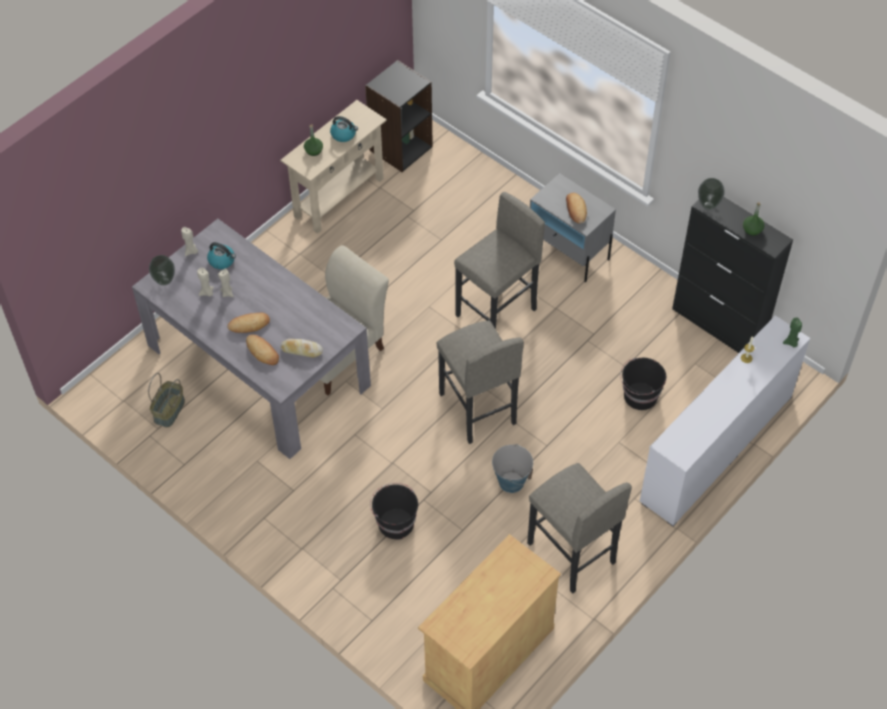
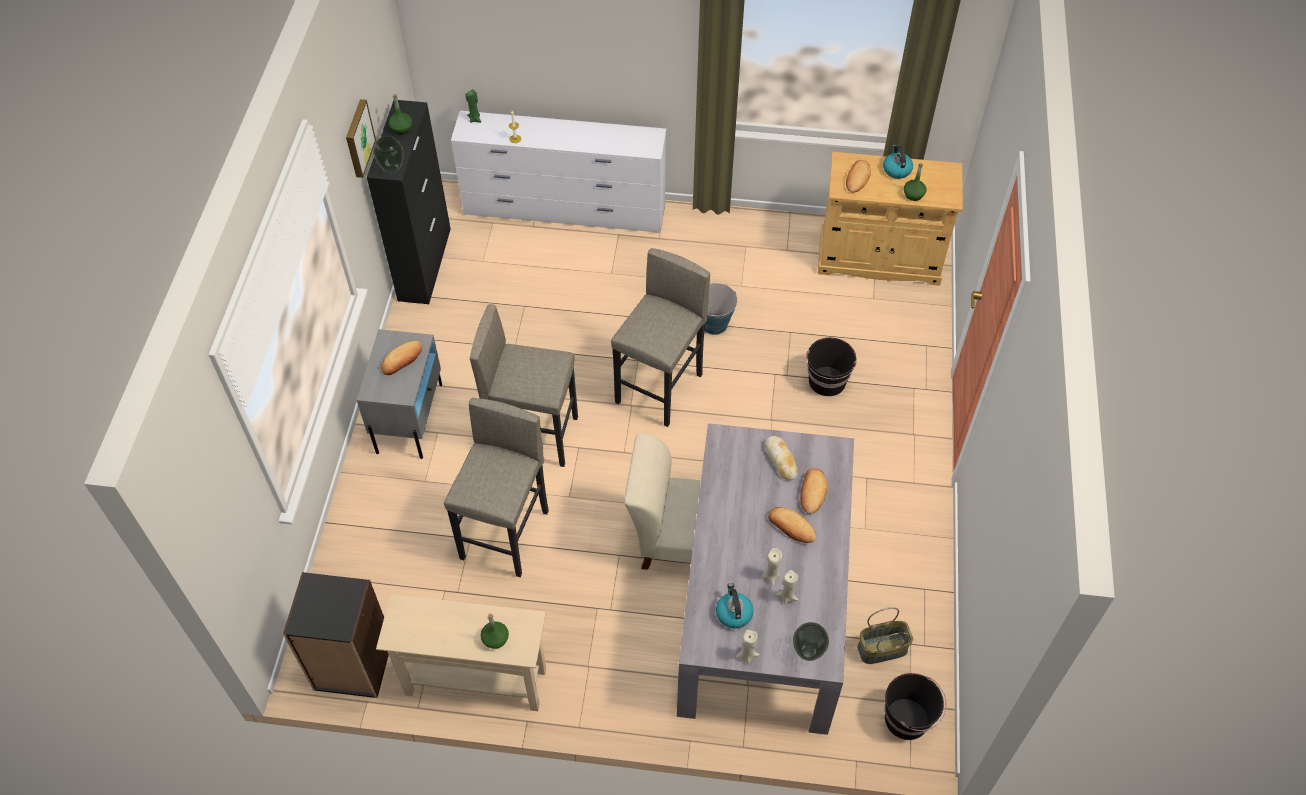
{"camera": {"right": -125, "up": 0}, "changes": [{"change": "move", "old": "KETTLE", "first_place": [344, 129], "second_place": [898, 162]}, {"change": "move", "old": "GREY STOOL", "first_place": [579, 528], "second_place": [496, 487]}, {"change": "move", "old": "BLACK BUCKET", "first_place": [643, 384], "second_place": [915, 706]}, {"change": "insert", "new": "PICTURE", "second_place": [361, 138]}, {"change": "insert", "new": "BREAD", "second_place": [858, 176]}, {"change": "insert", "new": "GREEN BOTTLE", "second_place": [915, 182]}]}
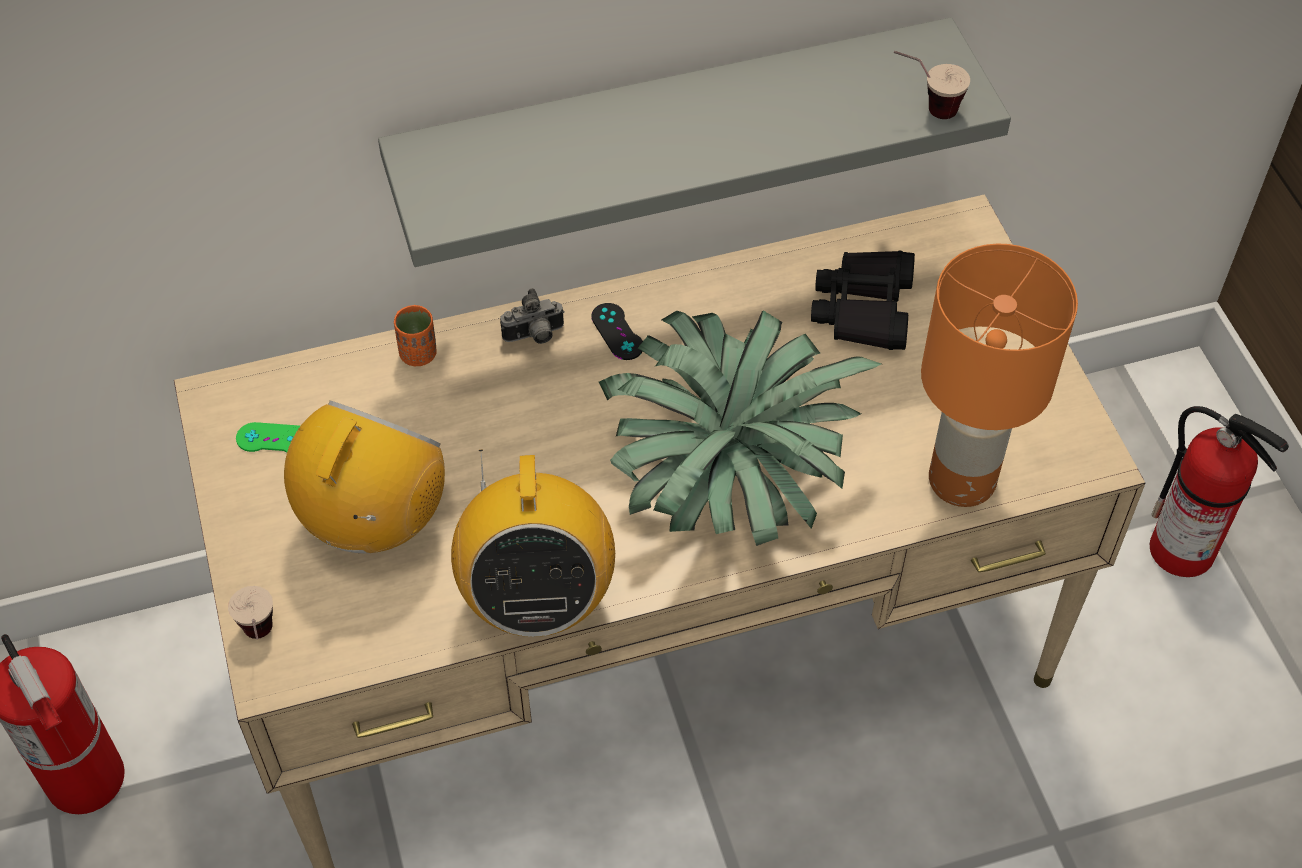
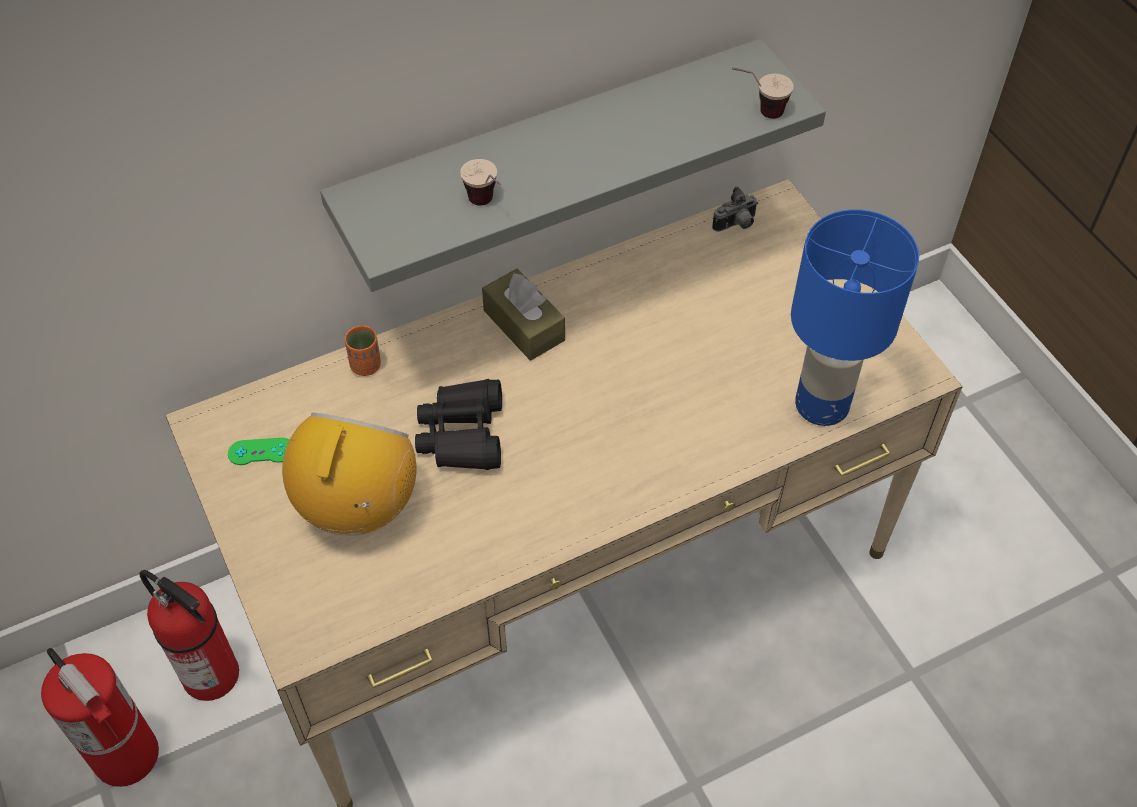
{"camera": {"right": -10, "up": 0}, "changes": [{"change": "move", "old": "CUP", "first_place": [250, 612], "second_place": [480, 182]}, {"change": "delete", "old": "RADIO", "first_place": [533, 543]}, {"change": "move", "old": "PHOTO CAMERA", "first_place": [532, 316], "second_place": [735, 209]}, {"change": "replace", "old": "BLACK GAME CONTROLLER", "new": "BROWN TISSUE BOX", "first_place": [617, 331], "second_place": [523, 315]}, {"change": "delete", "old": "POTTED PLANT", "first_place": [740, 428]}, {"change": "move", "old": "BLACK BINOCULARS", "first_place": [863, 300], "second_place": [458, 424]}, {"change": "recolor", "old": "ORANGE TABLE LAMP", "new": "BLUE TABLE LAMP", "first_place": [999, 375], "second_place": [855, 317]}, {"change": "move", "old": "FIRE EXTINGUISHER", "first_place": [1219, 491], "second_place": [189, 635]}]}
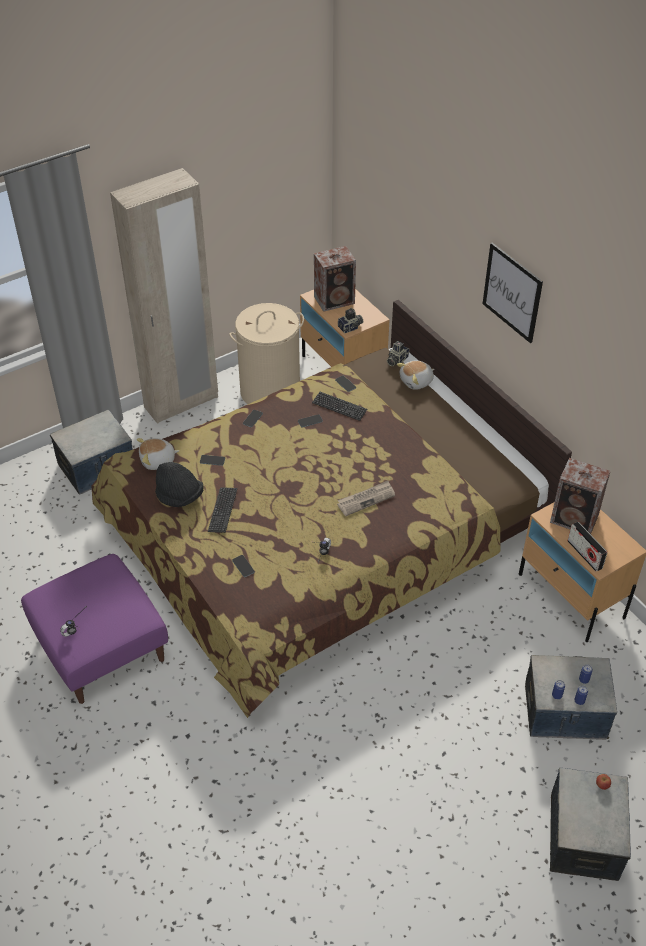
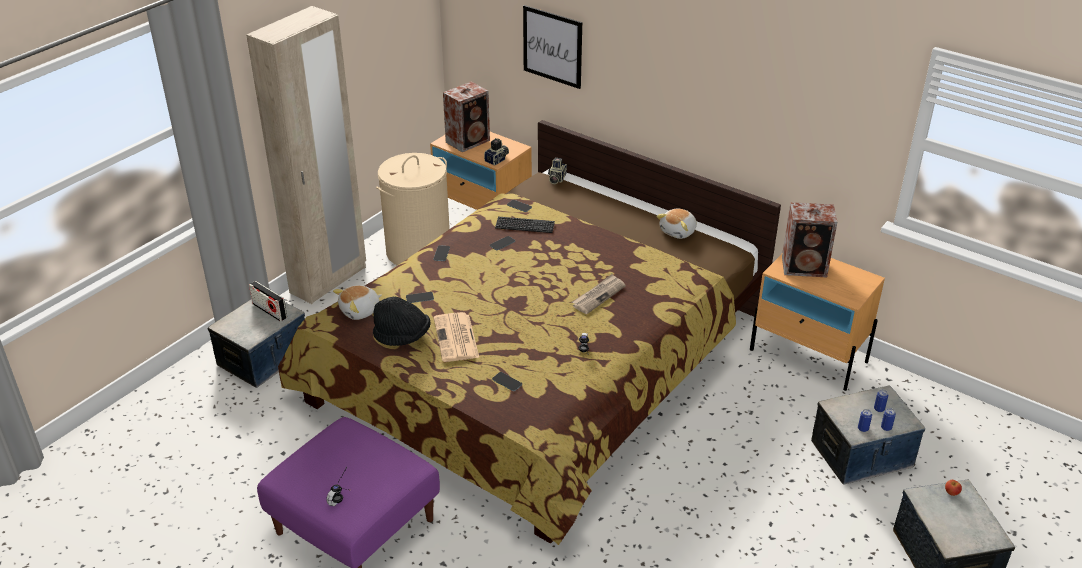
{"camera": {"right": -20, "up": -10}, "changes": [{"change": "replace", "old": "KEYBOARD", "new": "NEWSPAPER", "first_place": [223, 510], "second_place": [456, 337]}, {"change": "move", "old": "PLUSH TOY", "first_place": [415, 375], "second_place": [676, 223]}, {"change": "move", "old": "PICTURE", "first_place": [513, 293], "second_place": [552, 47]}, {"change": "move", "old": "RADIO", "first_place": [587, 546], "second_place": [268, 301]}]}
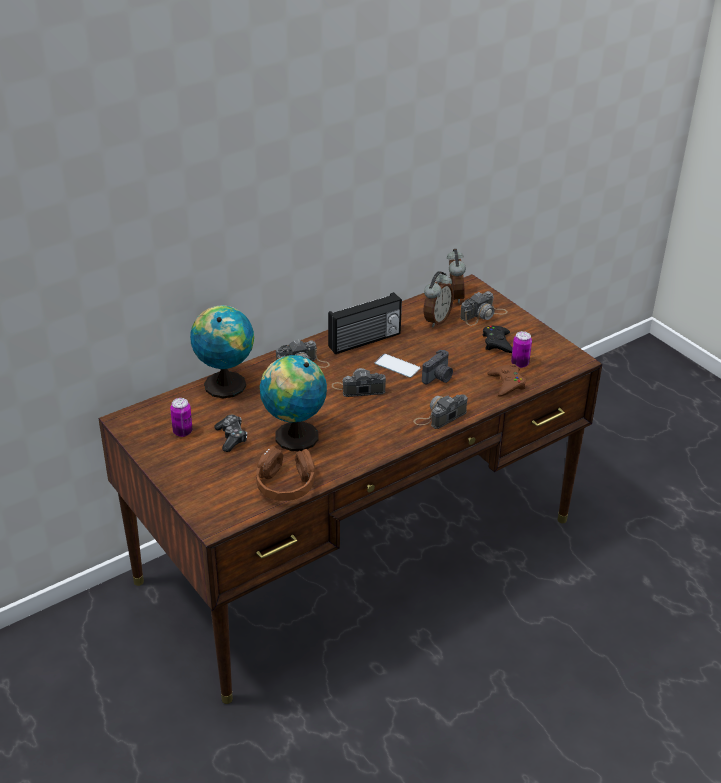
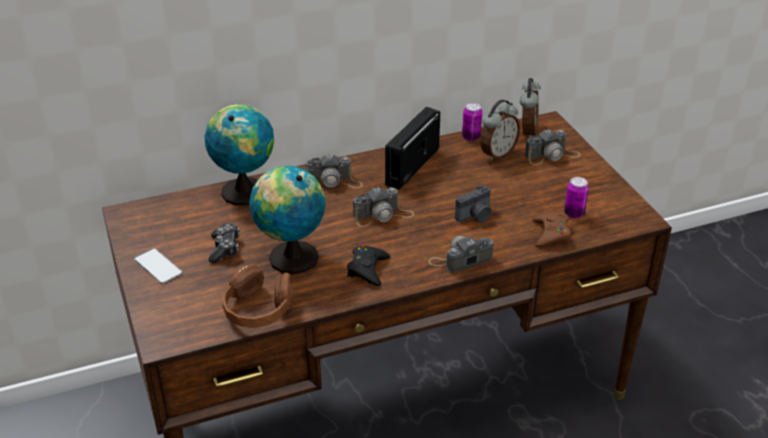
{"camera": {"right": 15, "up": 0}, "changes": [{"change": "move", "old": "CAN", "first_place": [181, 417], "second_place": [472, 122]}, {"change": "rotate", "old": "RADIO", "first_place": [365, 323], "second_place": [412, 148], "degrees": 135}, {"change": "rotate", "old": "PHOTO CAMERA", "first_place": [359, 382], "second_place": [383, 207], "degrees": 150}, {"change": "move", "old": "PHONE", "first_place": [398, 366], "second_place": [158, 265]}, {"change": "move", "old": "BLACK GAME CONTROLLER", "first_place": [498, 339], "second_place": [368, 266]}]}
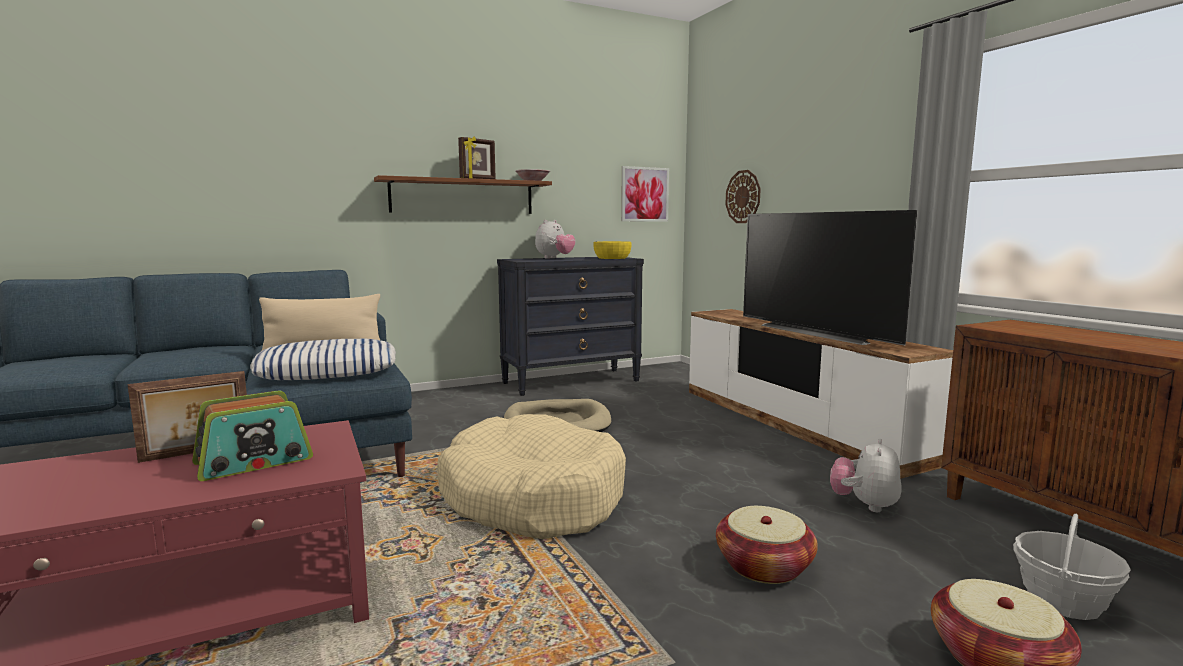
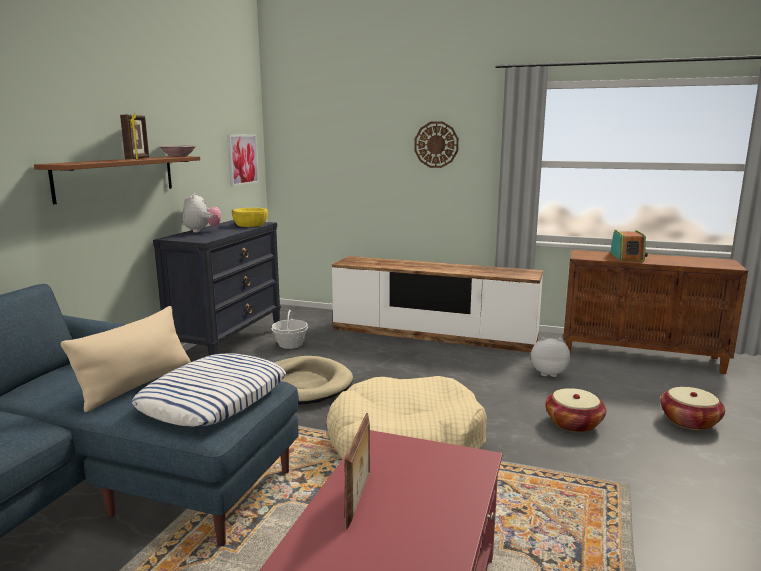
{"camera": {"right": -45, "up": 5}, "changes": [{"change": "move", "old": "RADIO", "first_place": [252, 435], "second_place": [629, 246]}, {"change": "move", "old": "WALL CLOCK", "first_place": [743, 196], "second_place": [436, 144]}, {"change": "delete", "old": "TELEVISION", "first_place": [830, 278]}, {"change": "rotate", "old": "PLUSH TOY", "first_place": [866, 475], "second_place": [550, 357], "degrees": 120}, {"change": "move", "old": "BASKET", "first_place": [1072, 567], "second_place": [290, 329]}]}
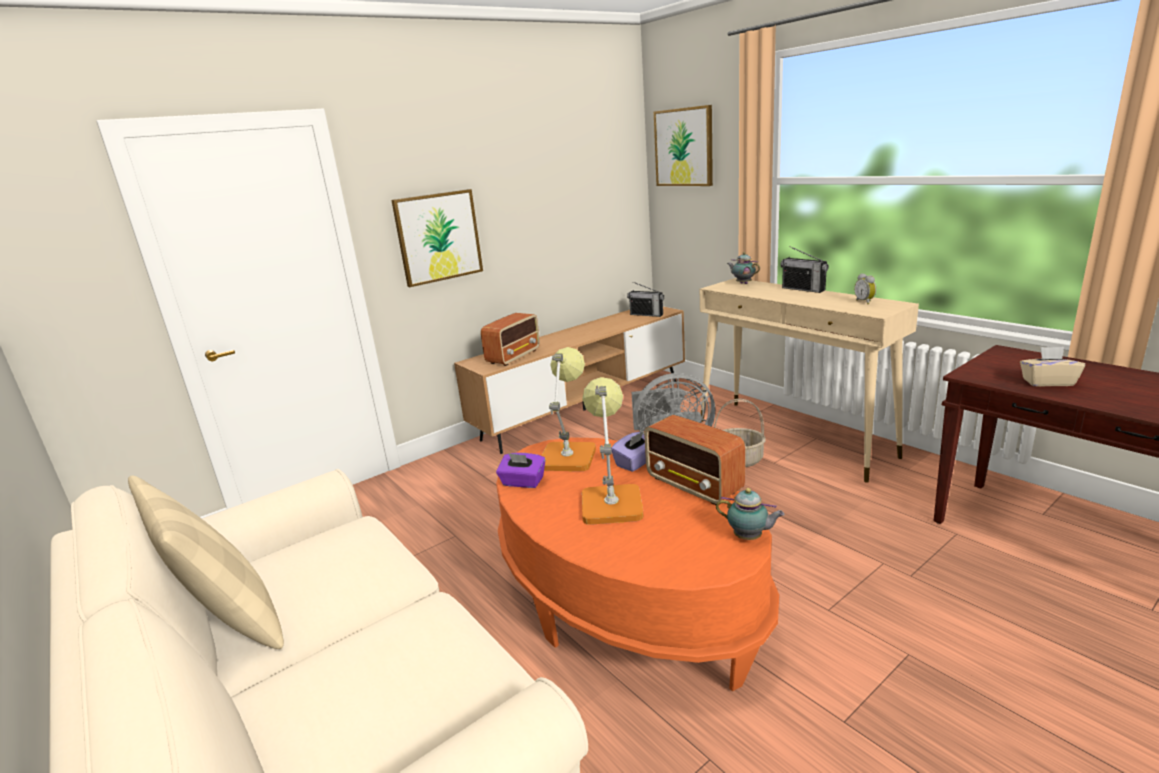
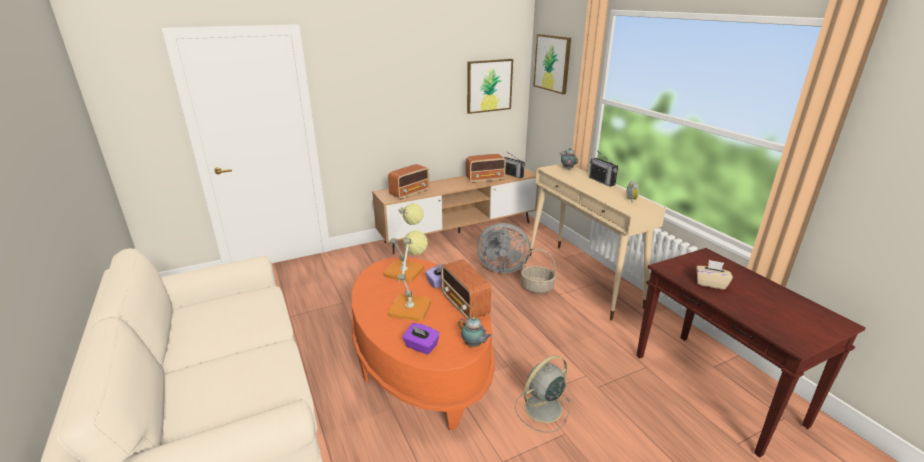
{"camera": {"right": 10, "up": 5}, "changes": [{"change": "delete", "old": "BEIGE PILLOW", "first_place": [206, 562]}, {"change": "move", "old": "PICTURE", "first_place": [437, 238], "second_place": [490, 86]}, {"change": "move", "old": "PURPLE TISSUE BOX", "first_place": [520, 470], "second_place": [421, 339]}, {"change": "insert", "new": "RADIO", "second_place": [486, 168]}, {"change": "insert", "new": "GREY FAN", "second_place": [543, 394]}]}
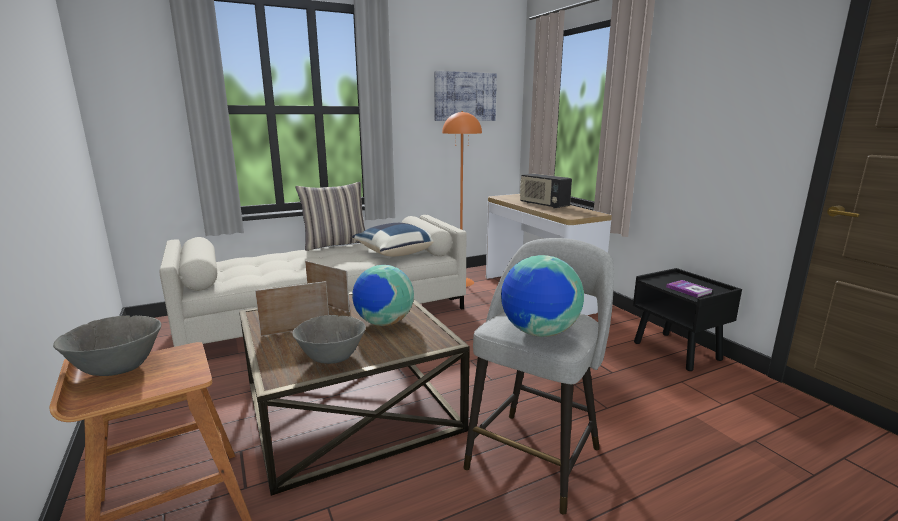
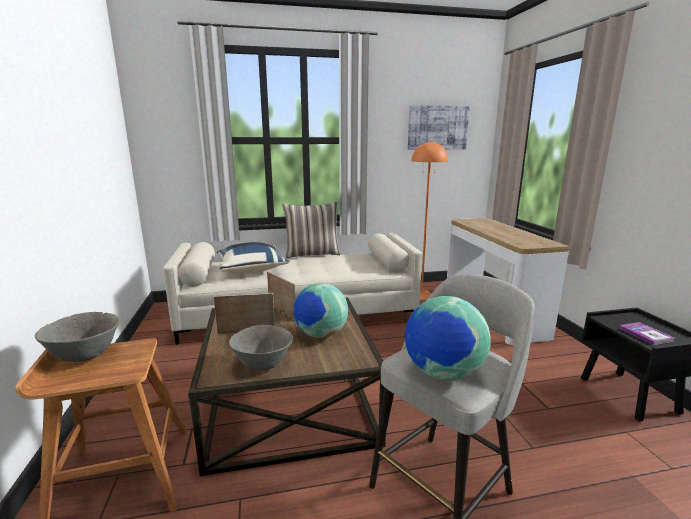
{"camera": {"right": 15, "up": 0}, "changes": [{"change": "move", "old": "BLUE PILLOW", "first_place": [392, 240], "second_place": [253, 258]}, {"change": "delete", "old": "RADIO", "first_place": [546, 191]}]}
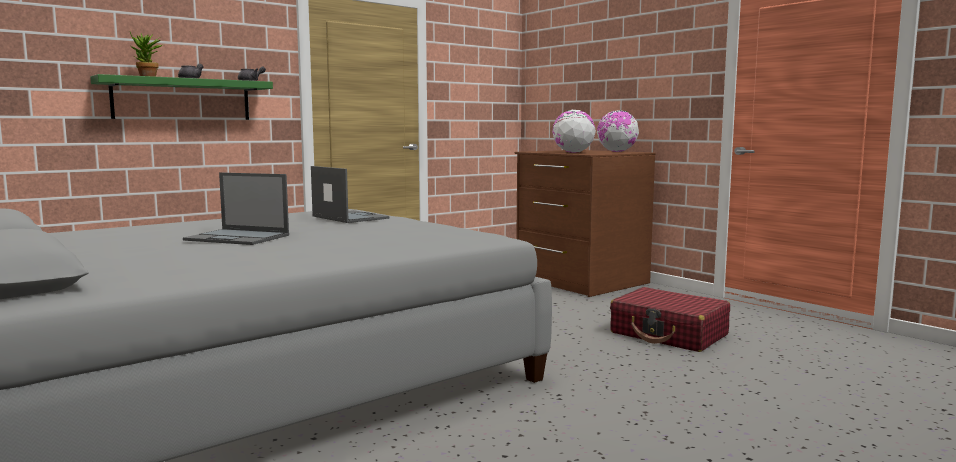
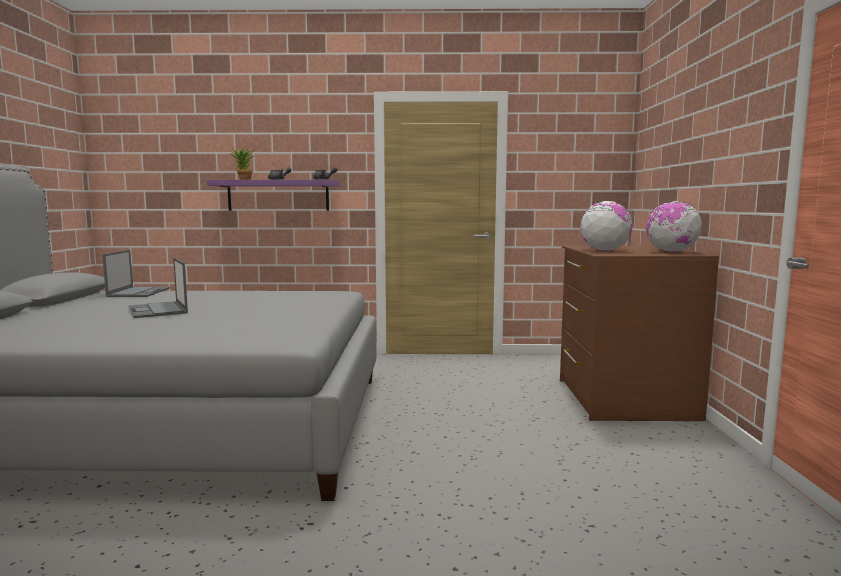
{"camera": {"right": 40, "up": 0}, "changes": [{"change": "recolor", "old": "GREEN SHELF", "new": "PURPLE SHELF", "first_place": [181, 97], "second_place": [273, 195]}, {"change": "move", "old": "LAPTOP", "first_place": [350, 194], "second_place": [136, 273]}, {"change": "delete", "old": "RED SUITCASE", "first_place": [670, 319]}]}
